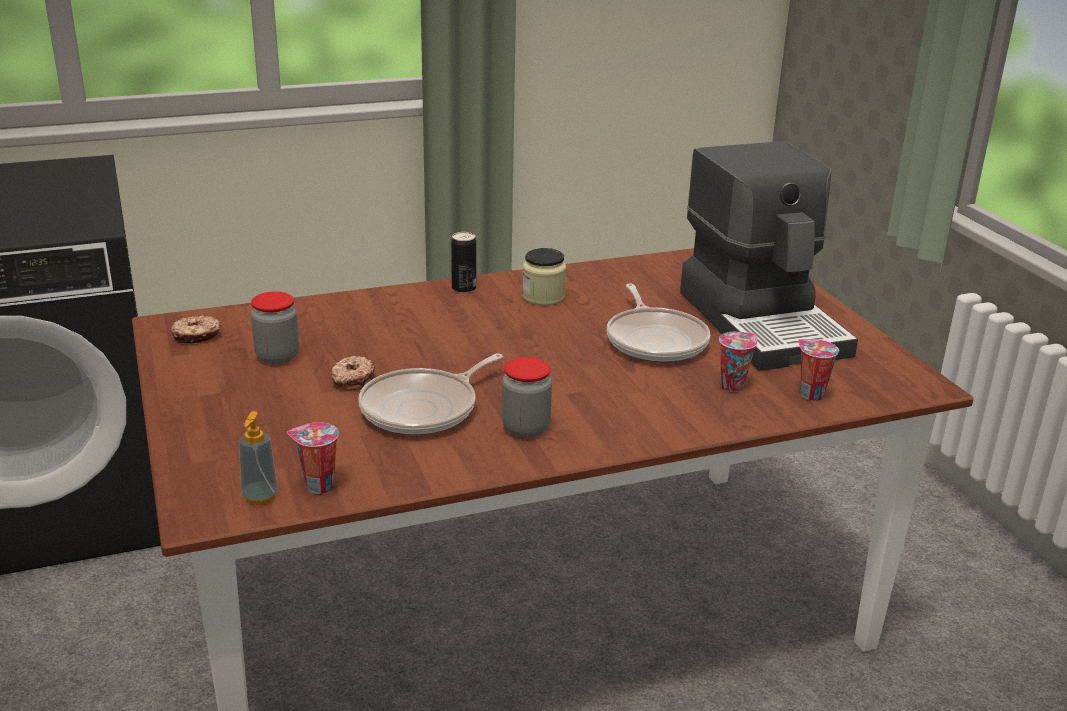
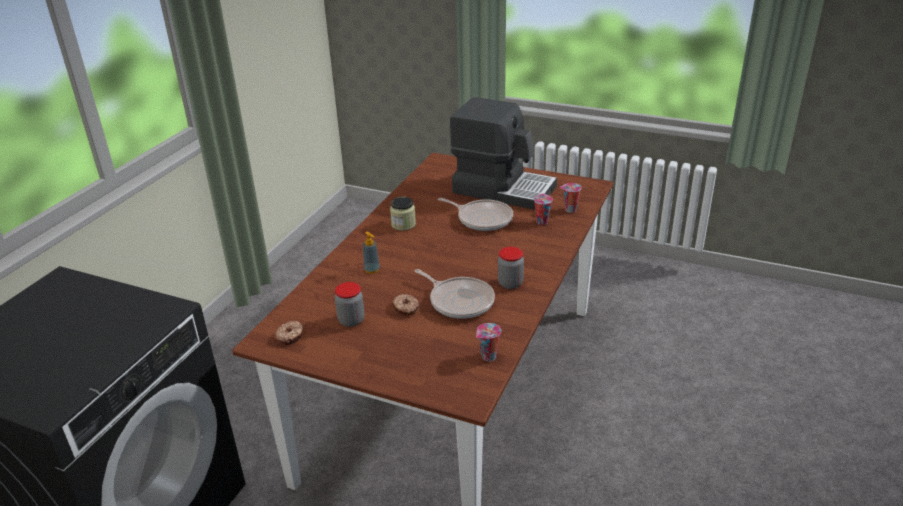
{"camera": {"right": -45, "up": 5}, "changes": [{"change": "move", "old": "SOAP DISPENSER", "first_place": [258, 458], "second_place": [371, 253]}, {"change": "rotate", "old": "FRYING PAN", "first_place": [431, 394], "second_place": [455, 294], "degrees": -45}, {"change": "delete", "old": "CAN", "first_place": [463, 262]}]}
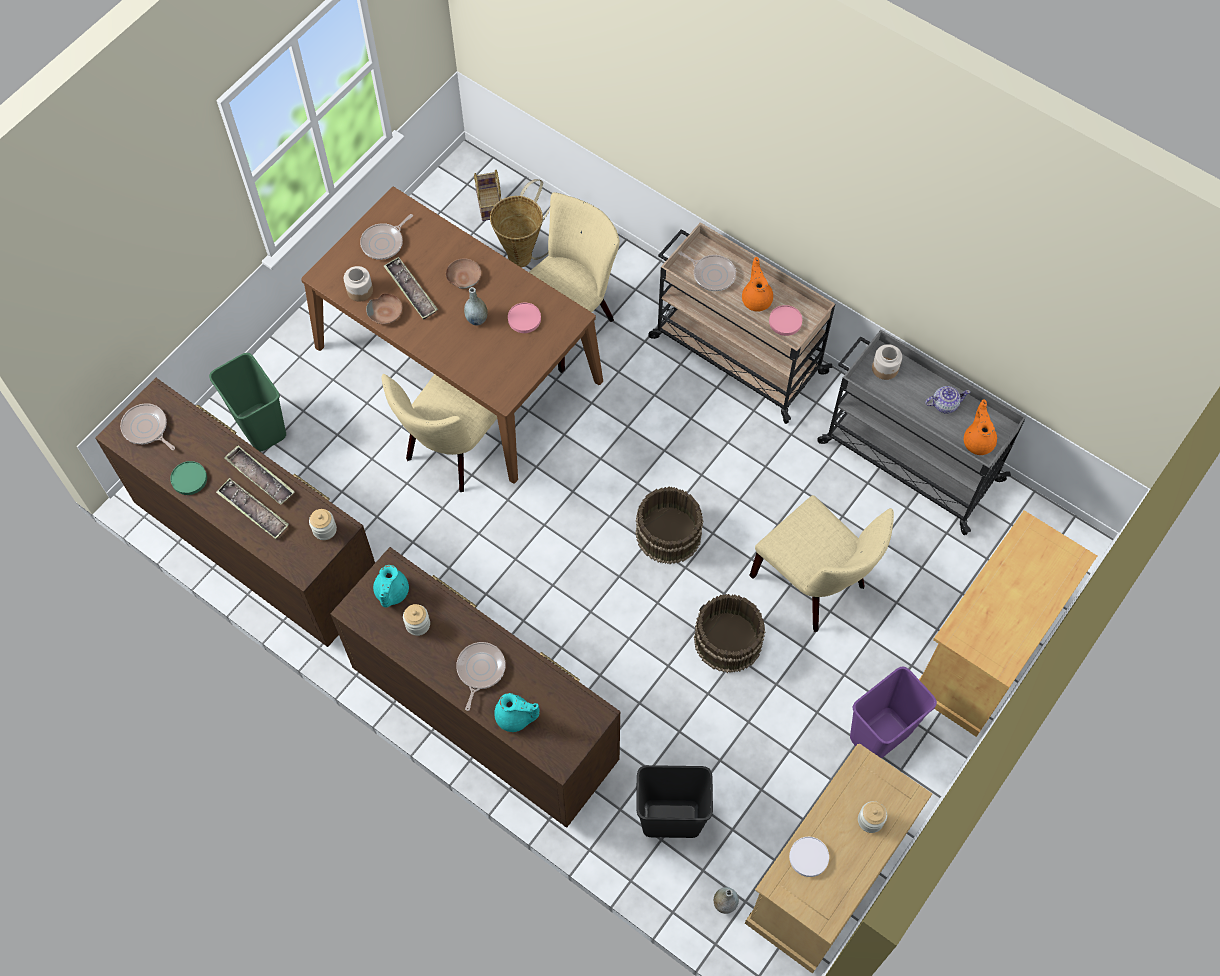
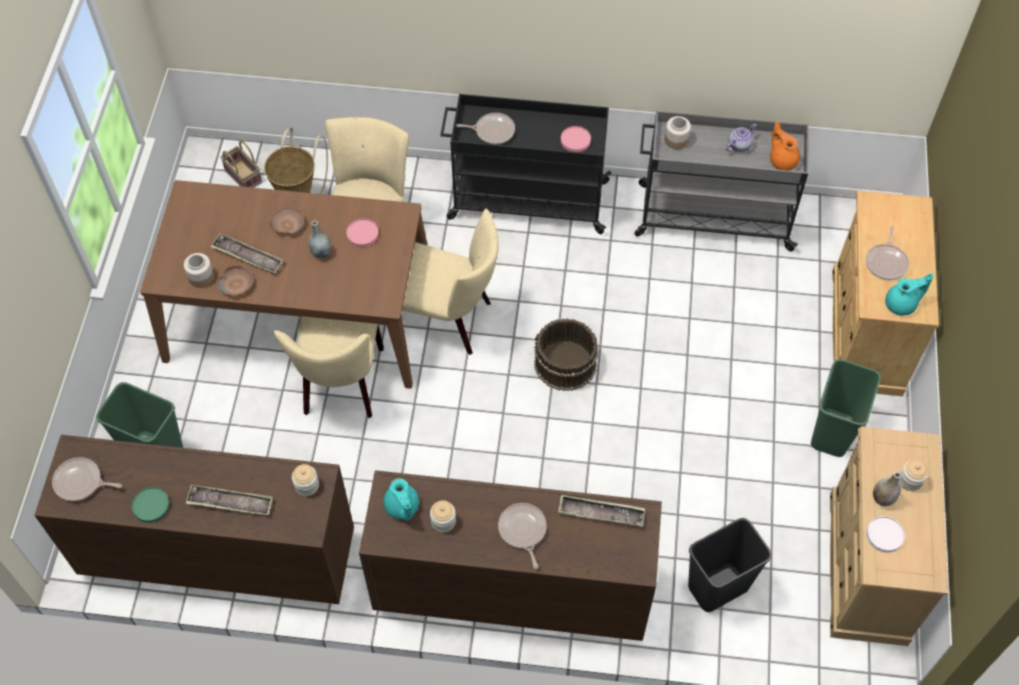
{"camera": {"right": -30, "up": -5}, "changes": [{"change": "move", "old": "TRAY", "first_place": [259, 475], "second_place": [601, 510]}, {"change": "move", "old": "FRYING PAN", "first_place": [386, 237], "second_place": [887, 253]}, {"change": "move", "old": "TURQUOISE TEAPOT", "first_place": [517, 712], "second_place": [909, 294]}, {"change": "recolor", "old": "BEIGE CART", "new": "BLACK CART", "first_place": [742, 323], "second_place": [526, 164]}, {"change": "delete", "old": "BROWN BUCKET", "first_place": [730, 633]}, {"change": "move", "old": "GREY VASE", "first_place": [726, 900], "second_place": [887, 489]}, {"change": "delete", "old": "ORANGE TEAPOT", "first_place": [757, 284]}, {"change": "move", "old": "BEIGE CHAIR", "first_place": [821, 563], "second_place": [450, 282]}, {"change": "recolor", "old": "PURPLE TRASH CAN", "new": "GREEN TRASH CAN", "first_place": [893, 712], "second_place": [846, 408]}]}
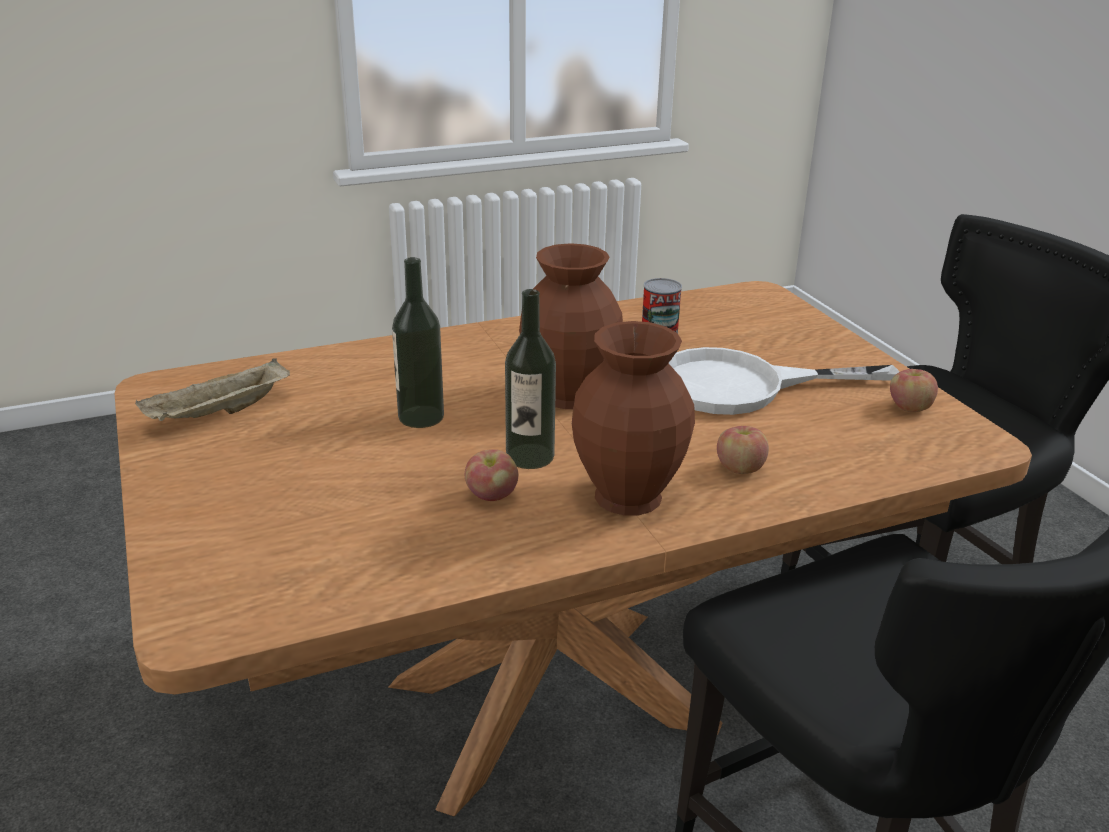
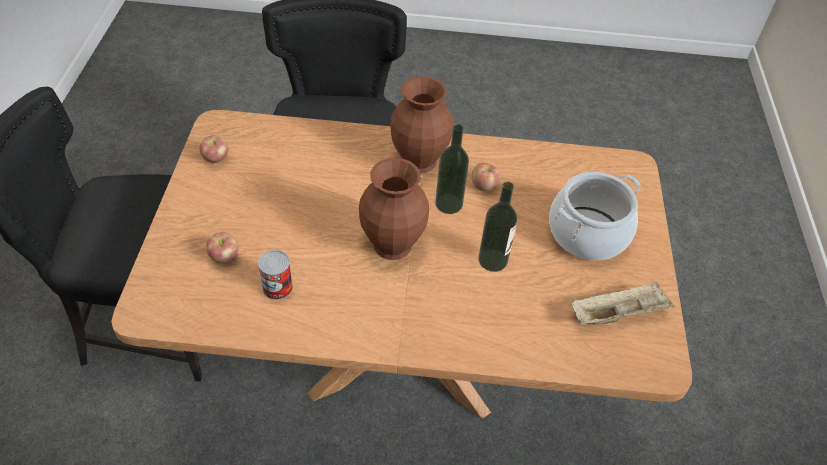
{"camera": {"right": -155, "up": 20}, "changes": [{"change": "delete", "old": "WHITE FRYING PAN", "first_place": [783, 381]}, {"change": "move", "old": "APPLE", "first_place": [743, 450], "second_place": [222, 247]}, {"change": "insert", "new": "COOKING POT", "second_place": [595, 216]}]}
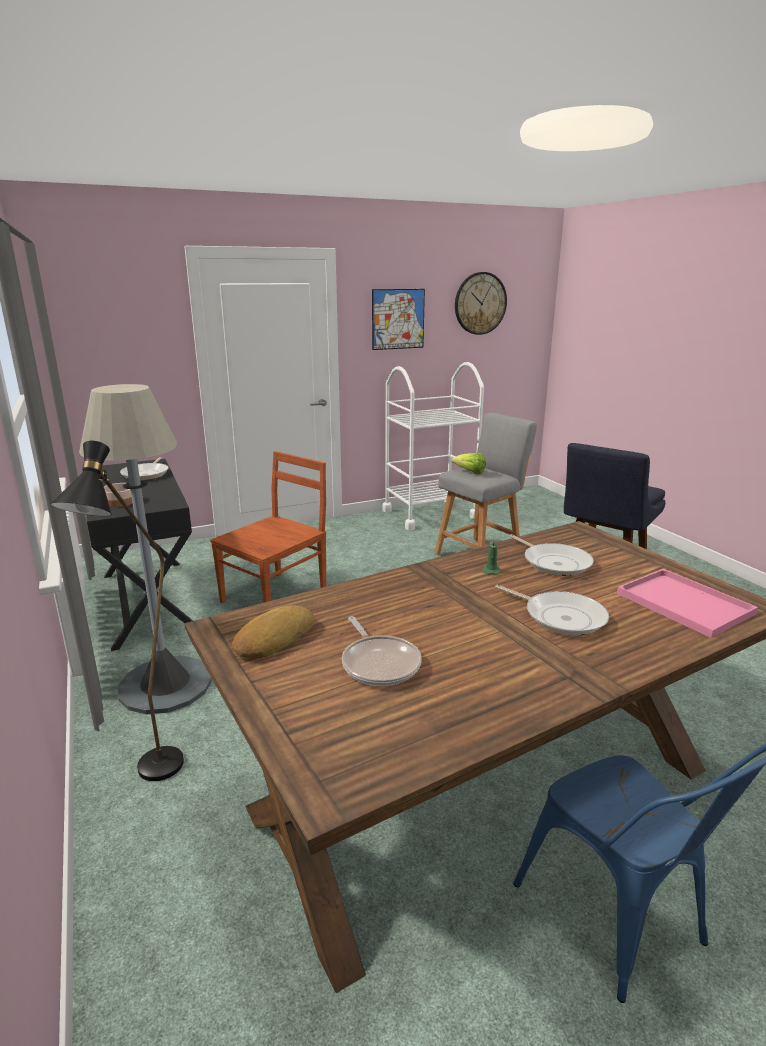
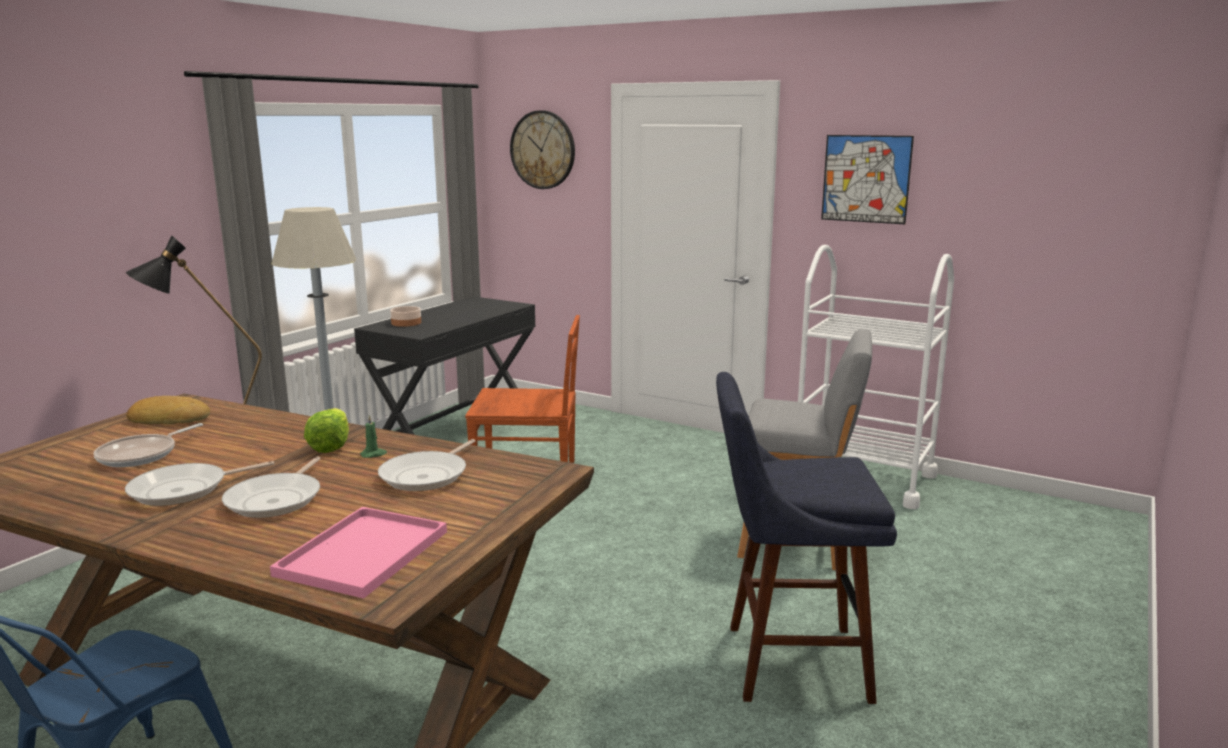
{"camera": {"right": 55, "up": -5}, "changes": [{"change": "move", "old": "FRYING PAN", "first_place": [144, 468], "second_place": [200, 483]}, {"change": "move", "old": "LETTUCE", "first_place": [468, 463], "second_place": [326, 430]}, {"change": "move", "old": "WALL CLOCK", "first_place": [481, 303], "second_place": [542, 149]}]}
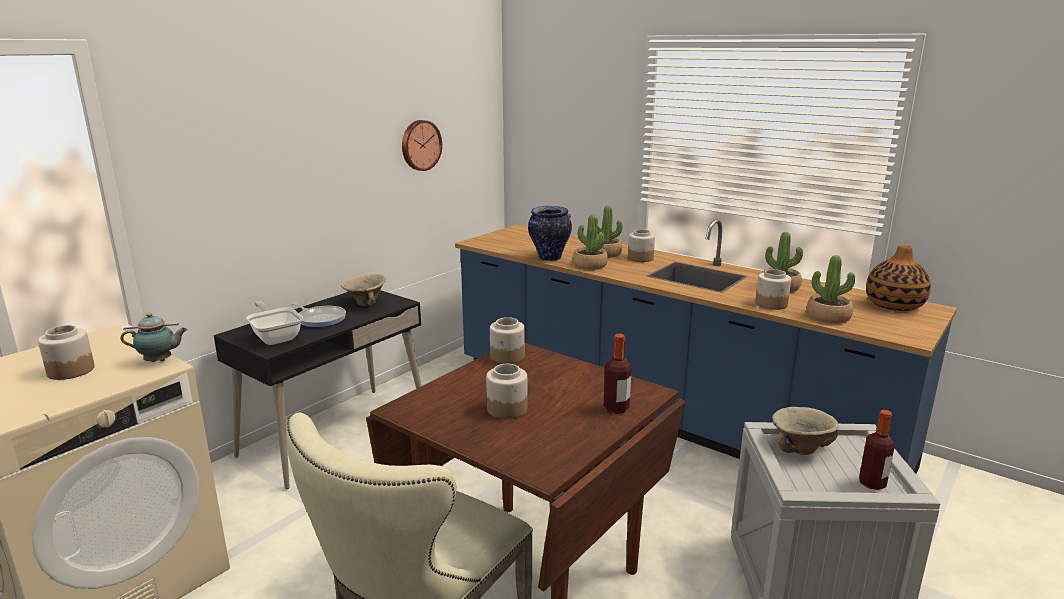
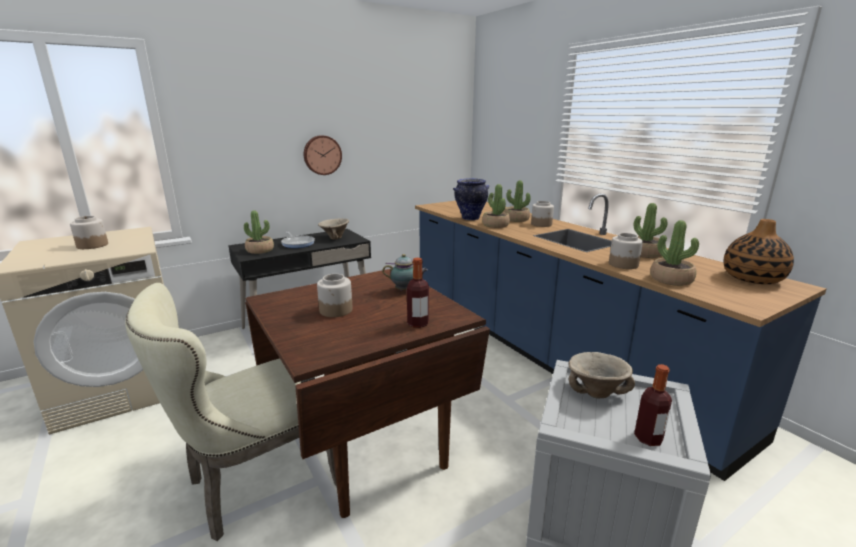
{"camera": {"right": 20, "up": 0}, "changes": [{"change": "move", "old": "TEAPOT", "first_place": [154, 337], "second_place": [405, 272]}, {"change": "replace", "old": "FRYING PAN", "new": "POTTED PLANT", "first_place": [274, 323], "second_place": [259, 232]}, {"change": "move", "old": "WALL CLOCK", "first_place": [422, 145], "second_place": [323, 155]}, {"change": "delete", "old": "JAR", "first_place": [507, 340]}]}
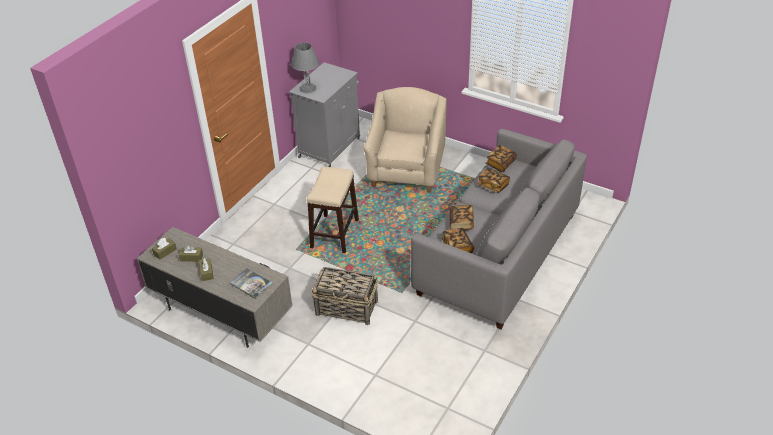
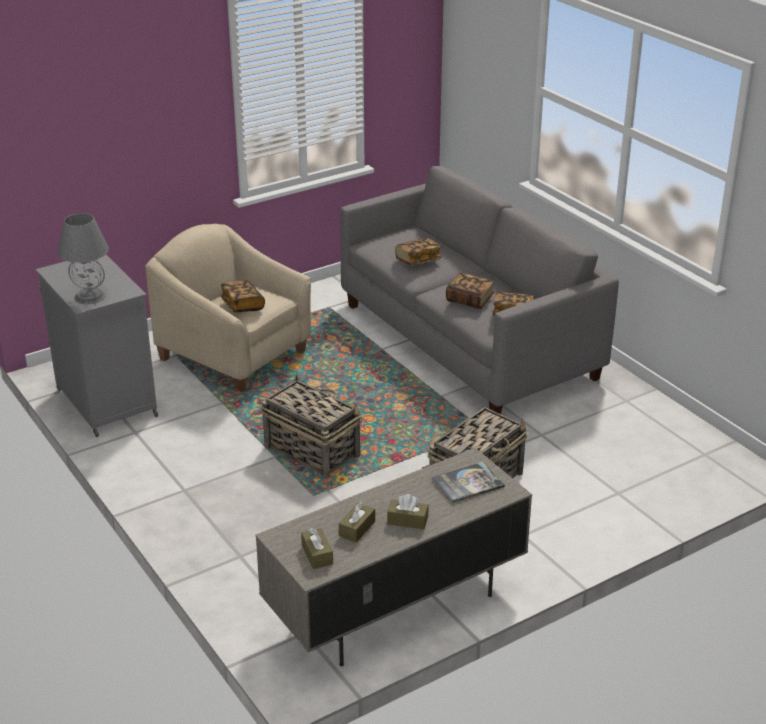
{"camera": {"right": -65, "up": -10}, "changes": [{"change": "replace", "old": "STOOL", "new": "BASKET", "first_place": [333, 210], "second_place": [311, 426]}, {"change": "move", "old": "BOOK", "first_place": [501, 158], "second_place": [242, 296]}]}
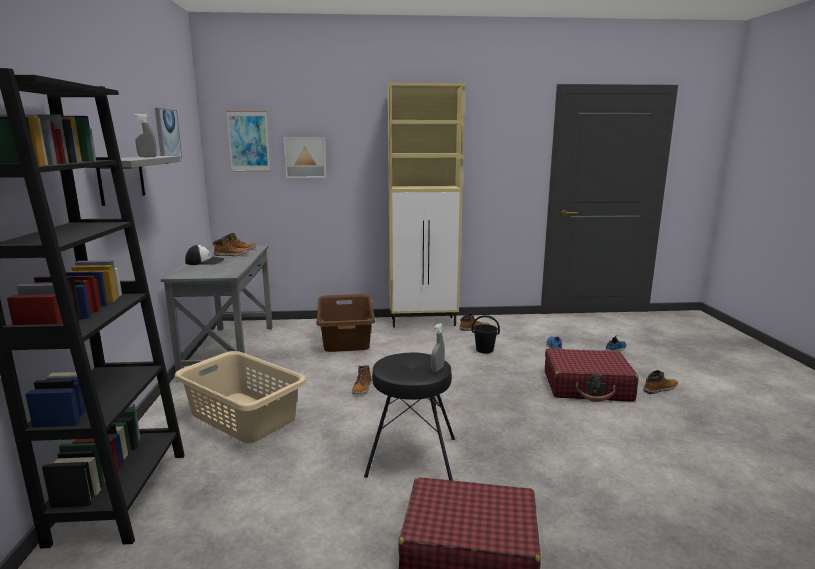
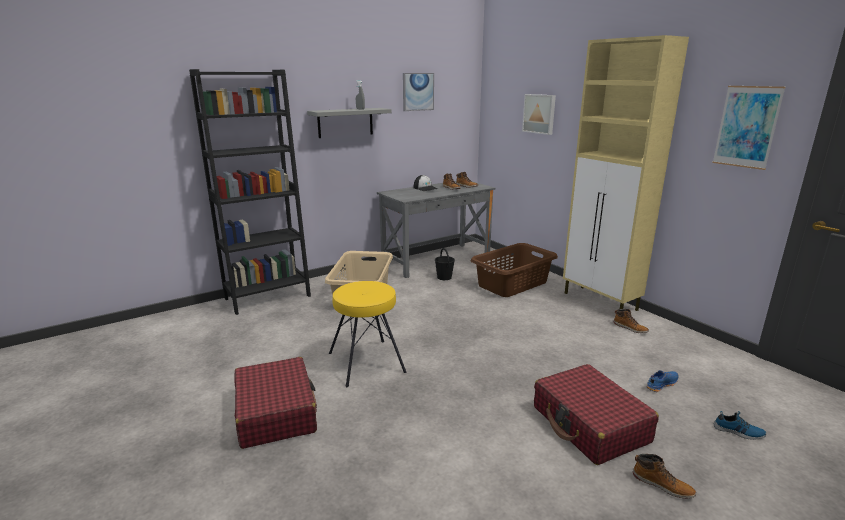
{"camera": {"right": 60, "up": 5}, "changes": [{"change": "move", "old": "PICTURE", "first_place": [248, 141], "second_place": [749, 128]}, {"change": "delete", "old": "BOOT", "first_place": [362, 380]}, {"change": "recolor", "old": "BLACK STOOL", "new": "YELLOW STOOL", "first_place": [409, 416], "second_place": [367, 334]}, {"change": "delete", "old": "GREY SPRAY BOTTLE", "first_place": [438, 347]}, {"change": "move", "old": "BLACK BUCKET", "first_place": [486, 334], "second_place": [445, 264]}]}
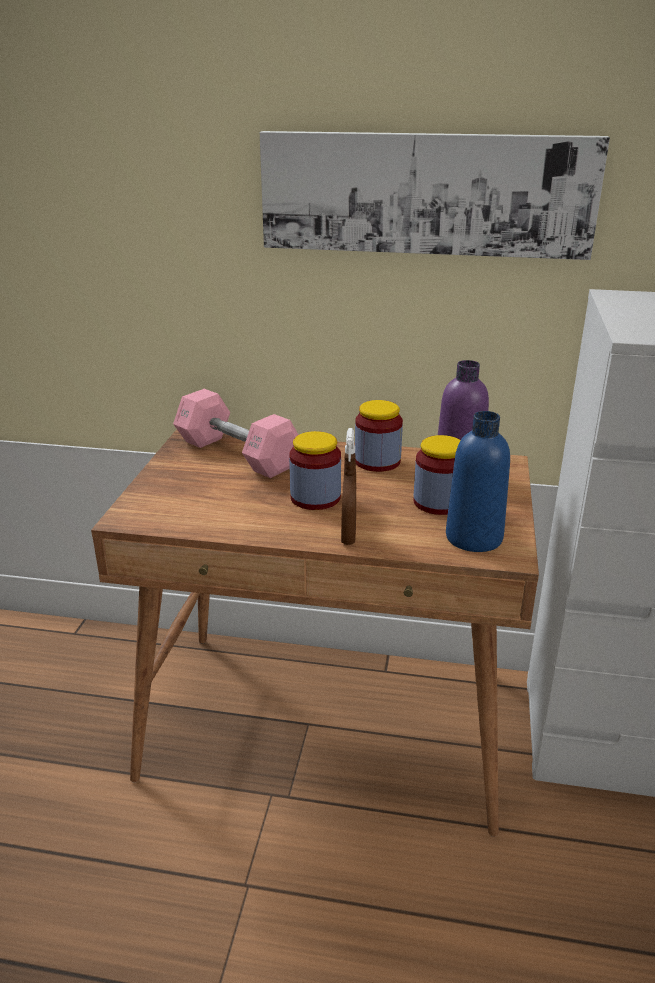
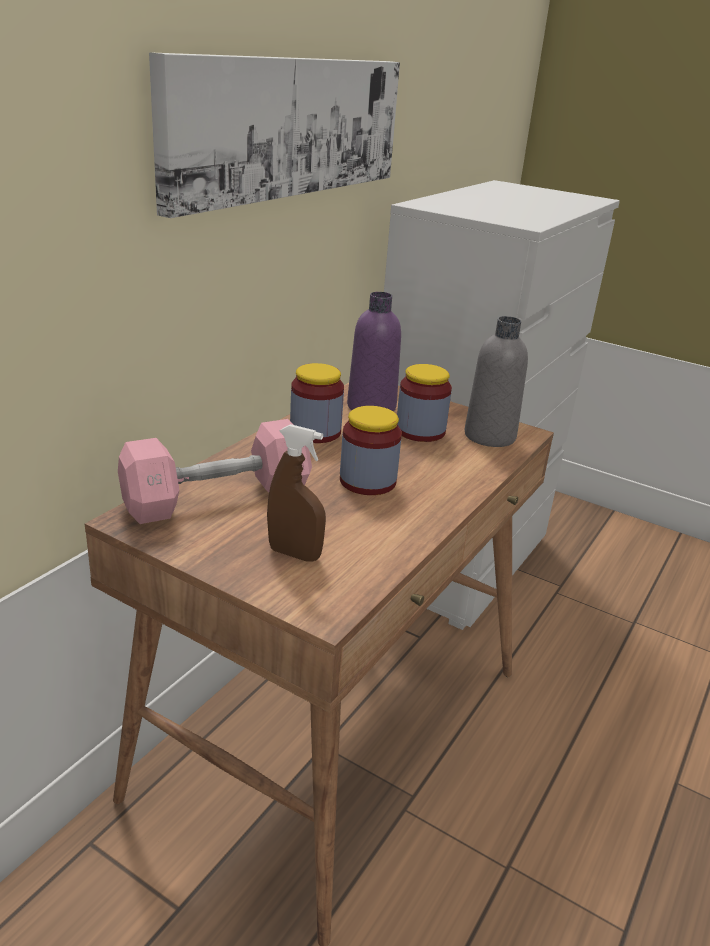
{"camera": {"right": -70, "up": 0}, "changes": [{"change": "move", "old": "BROWN SPRAY BOTTLE", "first_place": [348, 486], "second_place": [296, 492]}, {"change": "recolor", "old": "BLUE BOTTLE", "new": "GREY BOTTLE", "first_place": [478, 481], "second_place": [496, 381]}]}
